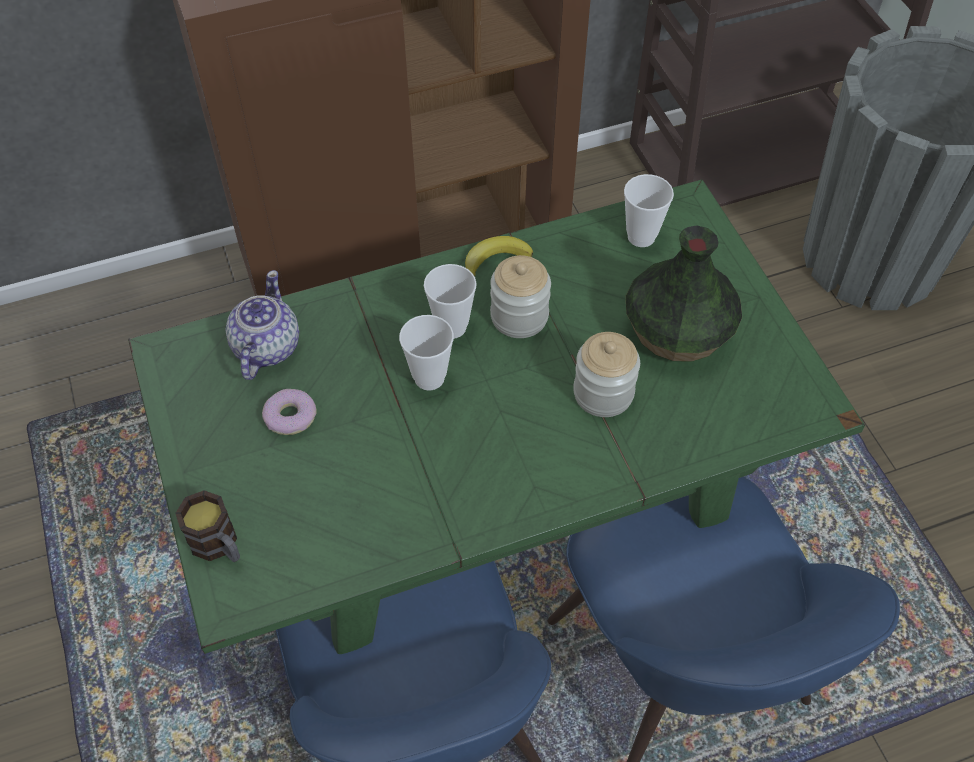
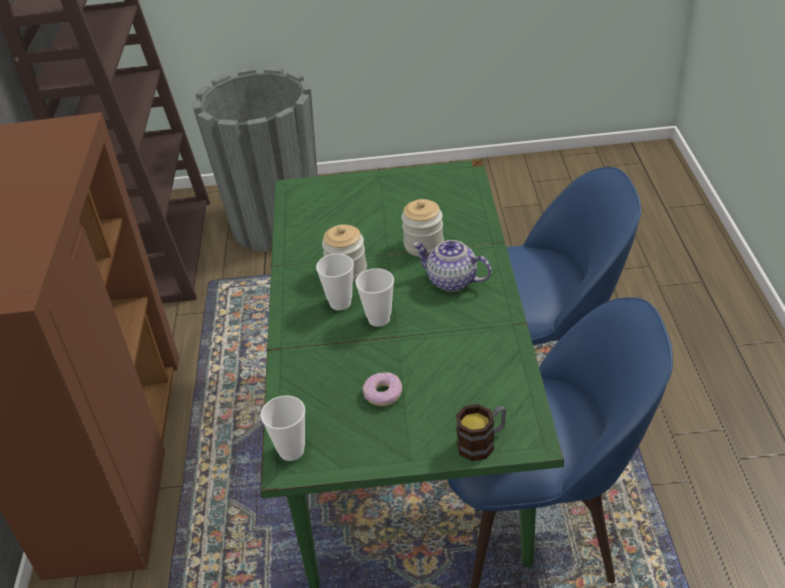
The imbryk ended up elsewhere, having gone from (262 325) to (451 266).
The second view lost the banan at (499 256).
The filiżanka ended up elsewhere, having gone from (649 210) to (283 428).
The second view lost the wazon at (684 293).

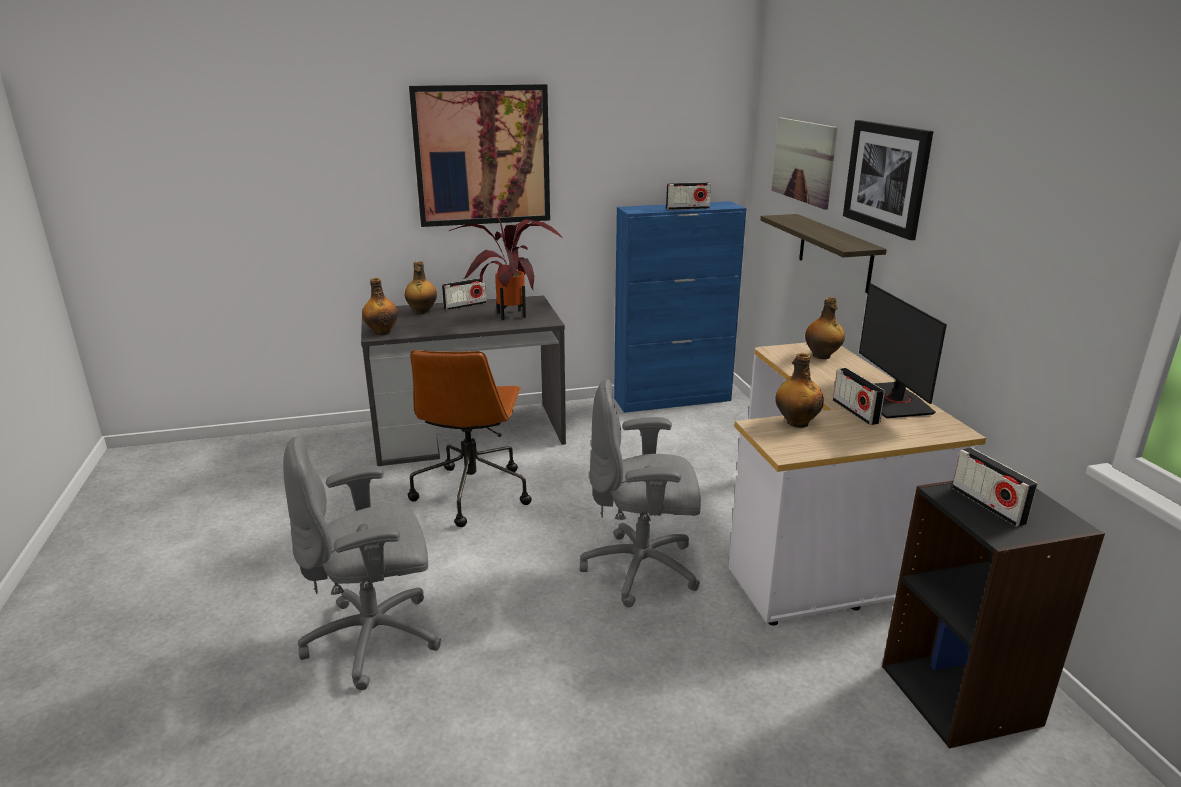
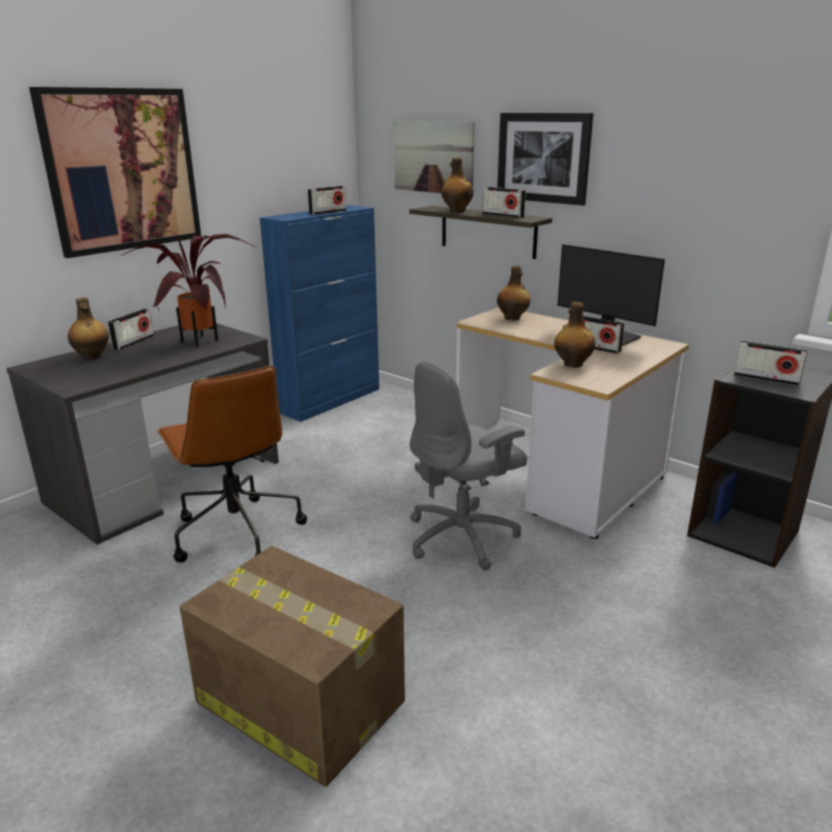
Where the krzesło biurowe/szary stood at (362 563), the karton came to stand at (292 666).
The butelka ended up elsewhere, having gone from (380 306) to (457 184).
The second view gained the radio at (504 202).

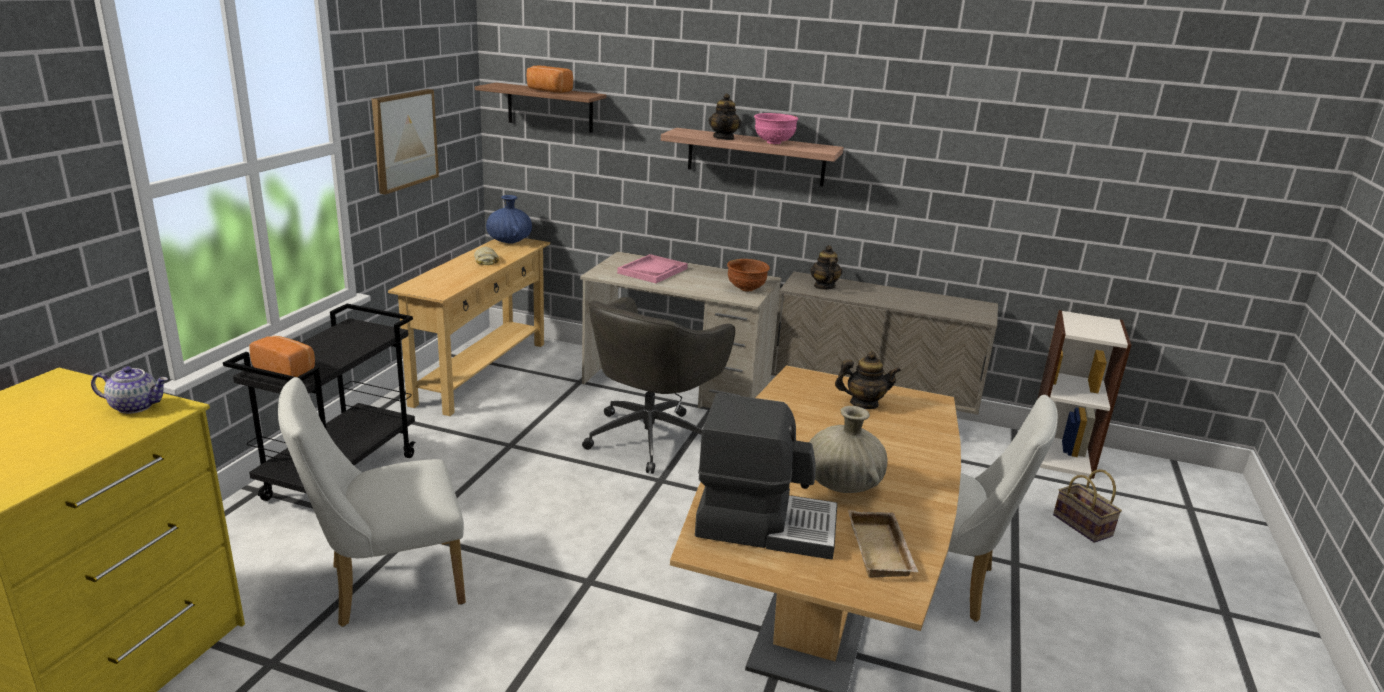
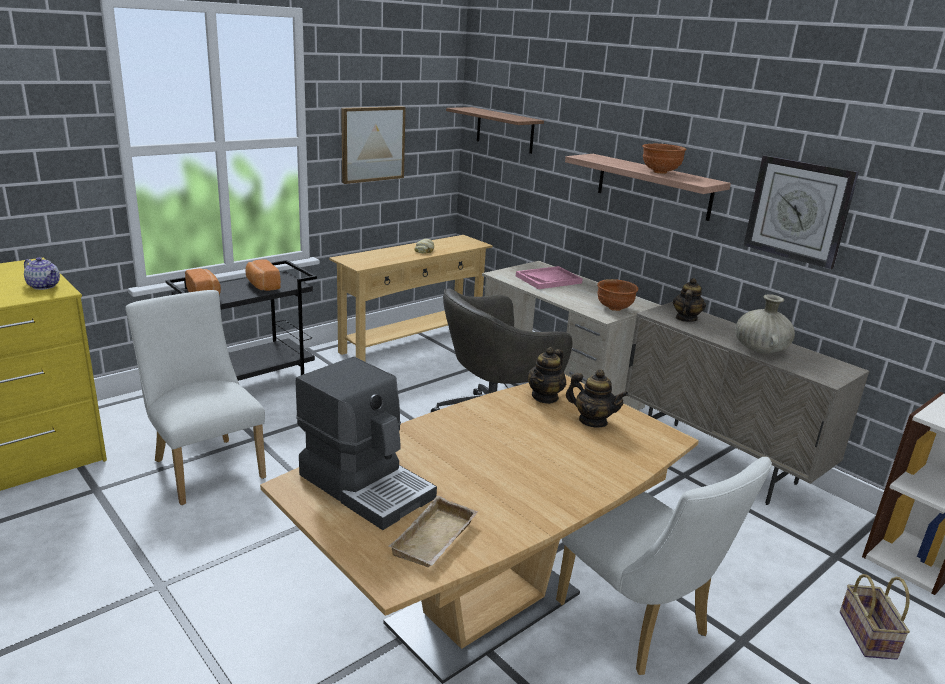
The krzesło/biały at (372 502) ended up facing another way, 45 degrees clockwise from before.
The second view lost the wazon/niebieski at (509 219).
The chleb ended up elsewhere, having gone from (550 79) to (263 275).
The imbryk ended up elsewhere, having gone from (725 116) to (547 375).
What was the miska/różowy at (776 128) turned into the miska/brązowy at (664 159).
The wazon/beżowy ended up elsewhere, having gone from (848 449) to (765 324).
The second view gained the zegar ścienny at (801 212).

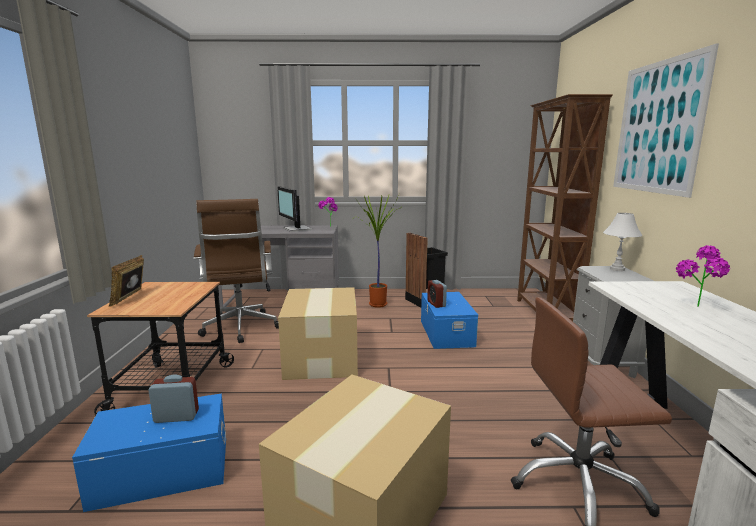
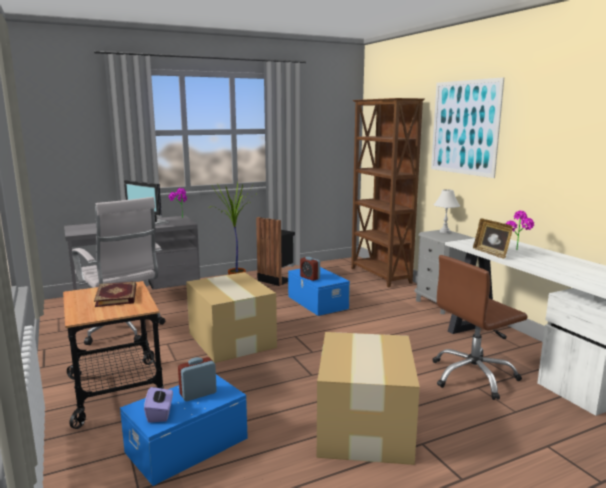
The ramka na zdjęcie ended up elsewhere, having gone from (126 281) to (493 239).
What was the krzesło biurowe/brązowy at (236 271) turned into the krzesło biurowe/biały at (118 271).
The second view gained the książka at (115 294).
The second view gained the pudełko chusteczek/fioletowy at (158 403).

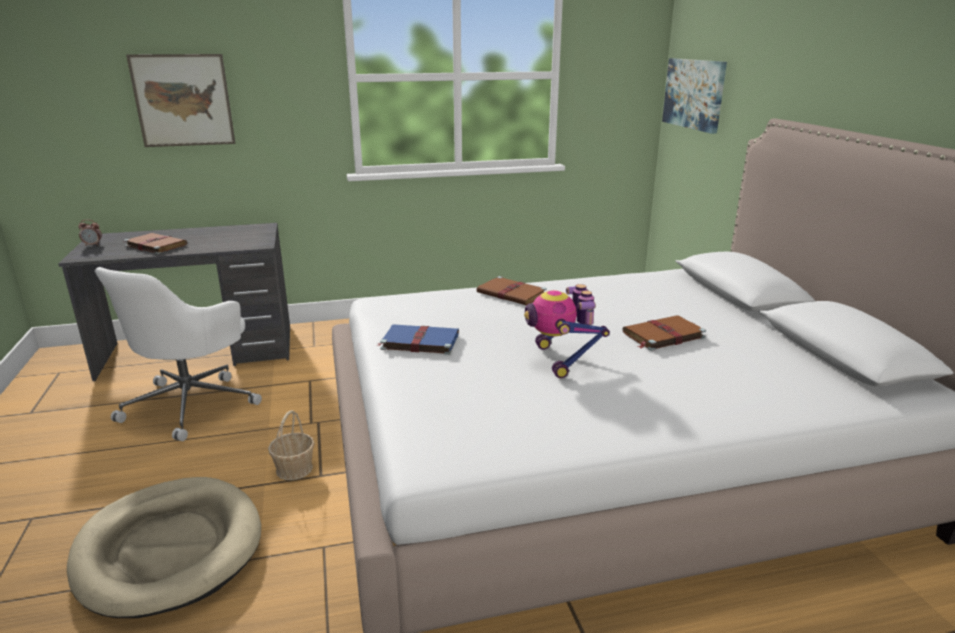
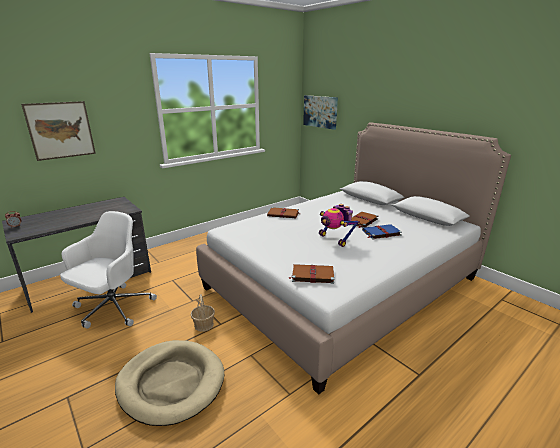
The krzesło biurowe/biały at (178 354) ended up facing another way, 150 degrees counterclockwise from before.
The książka/brązowy ended up elsewhere, having gone from (155 243) to (311 274).
The książka/niebieski ended up elsewhere, having gone from (418 339) to (382 231).

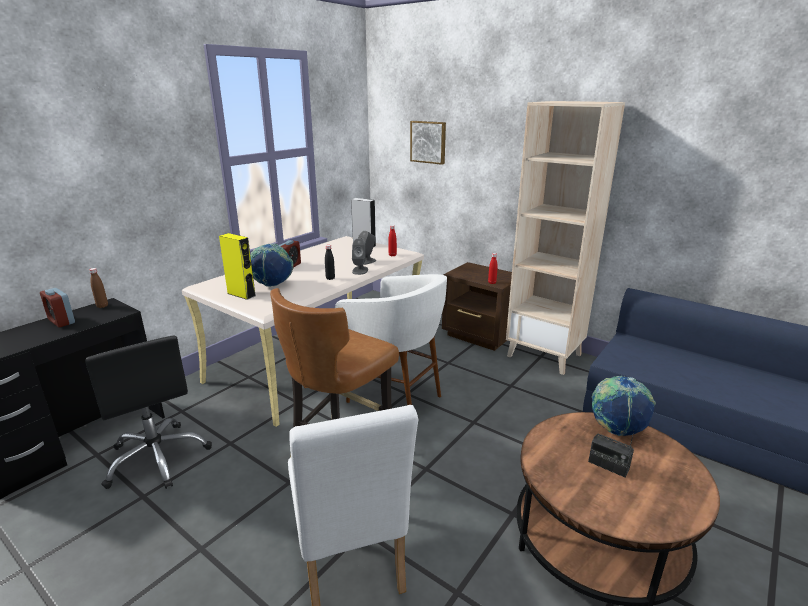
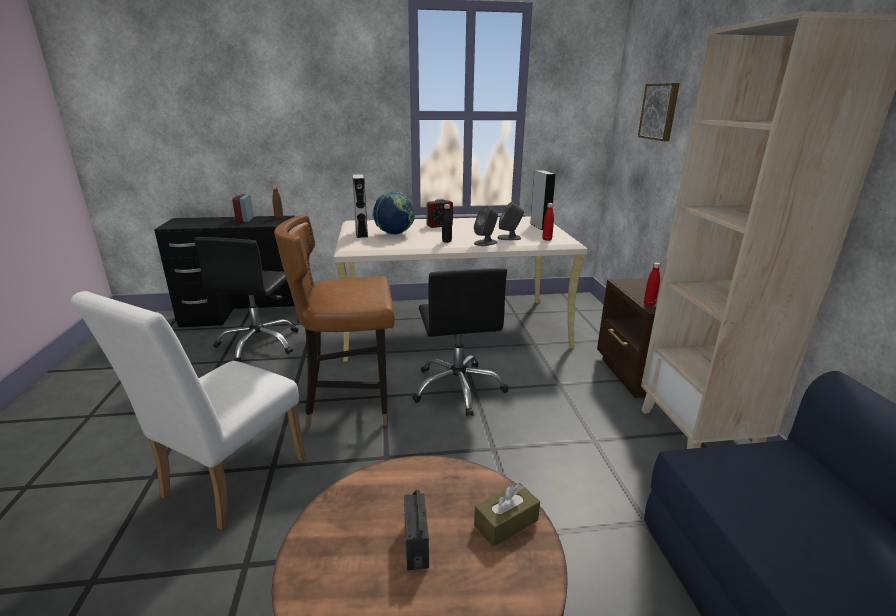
What was the głośnik/żółty at (237 266) turned into the głośnik/szary at (360 206).
Where the stołek/biały stood at (391 339), the krzesło biurowe/czarny came to stand at (460 342).
Where the globus stood at (624 406), the pudełko chusteczek/brązowy came to stand at (507 515).

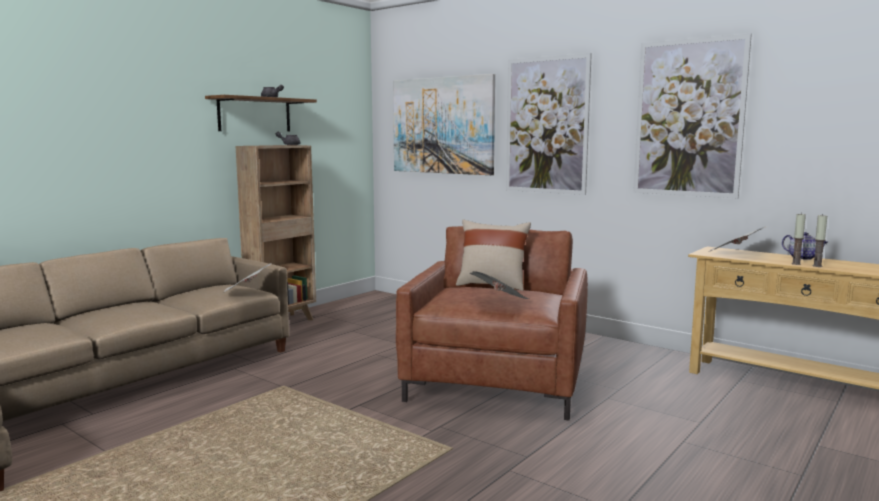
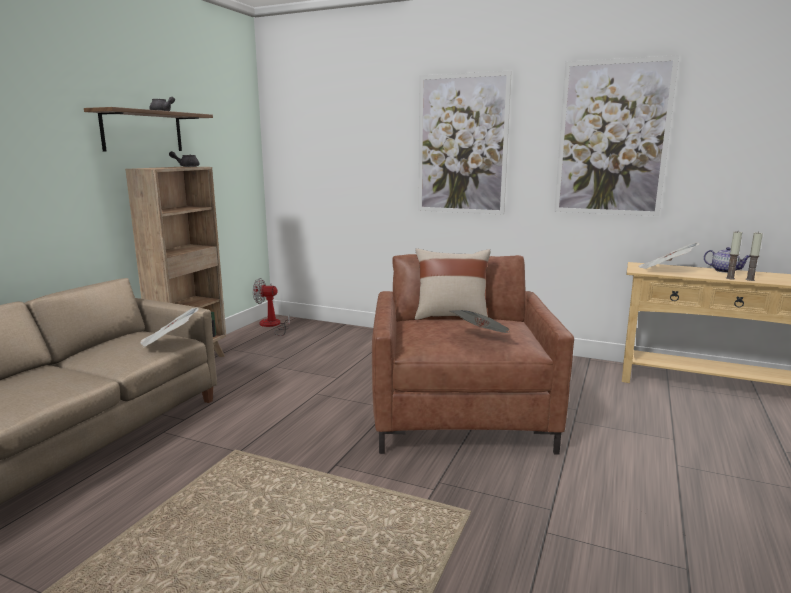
The second view lost the obraz at (444 124).
The second view gained the wentylator at (271 307).

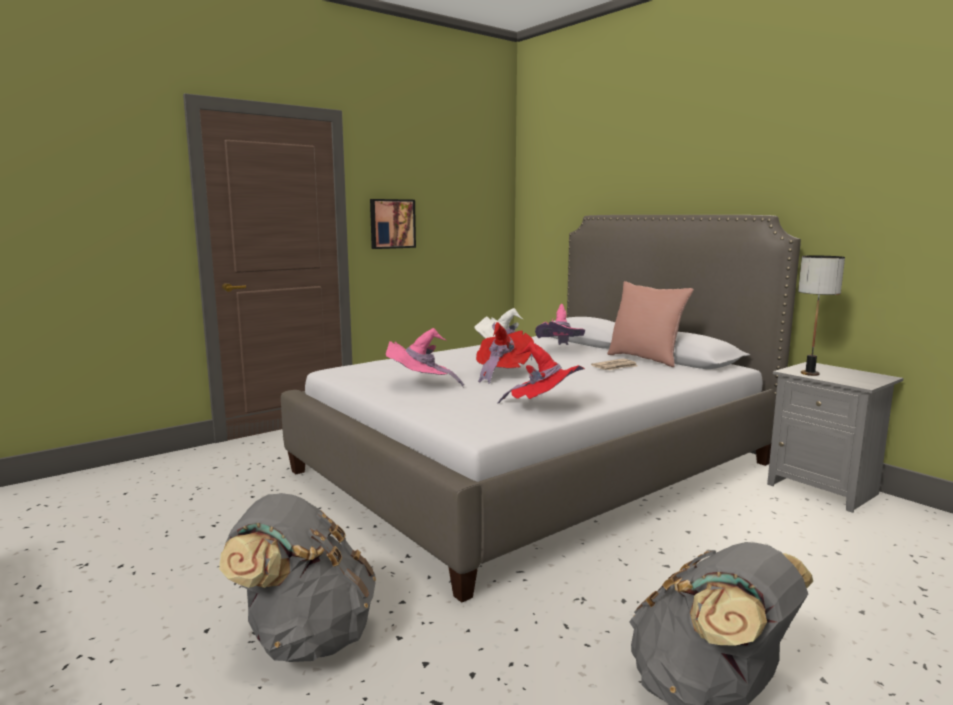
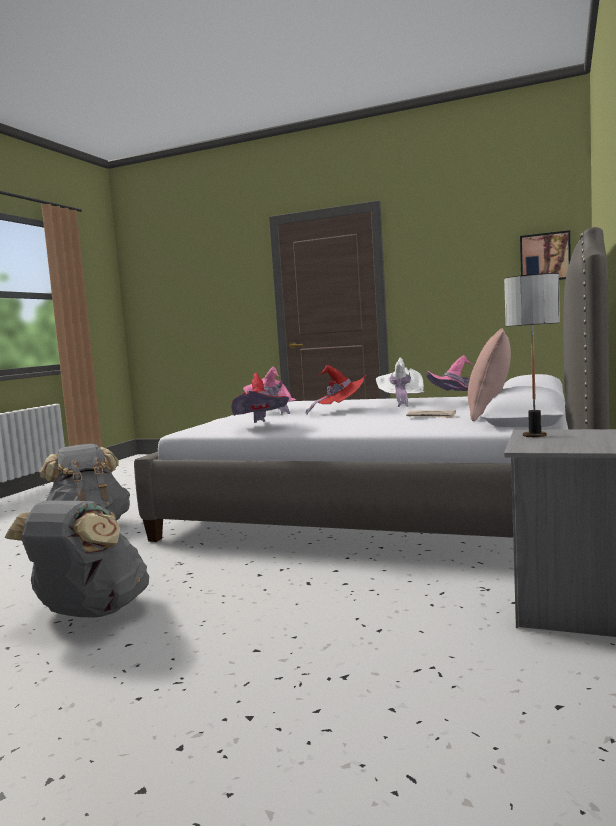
The obraz ended up elsewhere, having gone from (393 224) to (545 255).

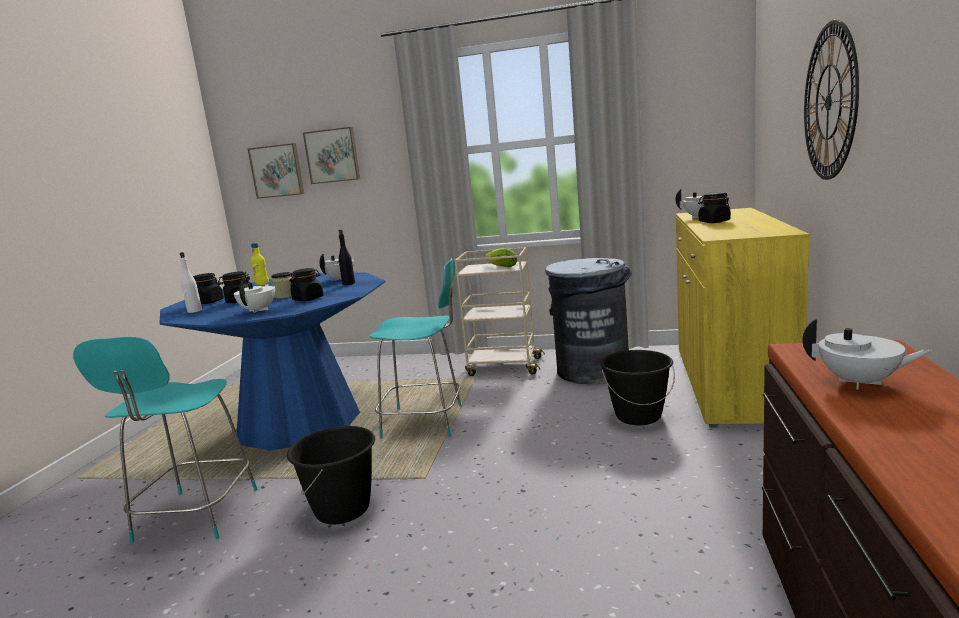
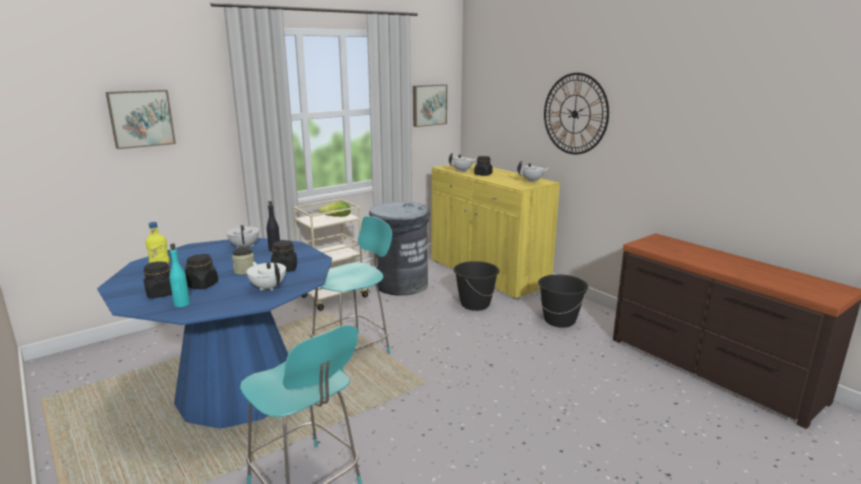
What was the butelka/biały at (191 282) turned into the butelka/turkusowy at (180 275).
The obraz ended up elsewhere, having gone from (276 171) to (430 105).
The wiadro/czarny ended up elsewhere, having gone from (331 475) to (562 301).
The imbryk/biały ended up elsewhere, having gone from (867 354) to (533 171).

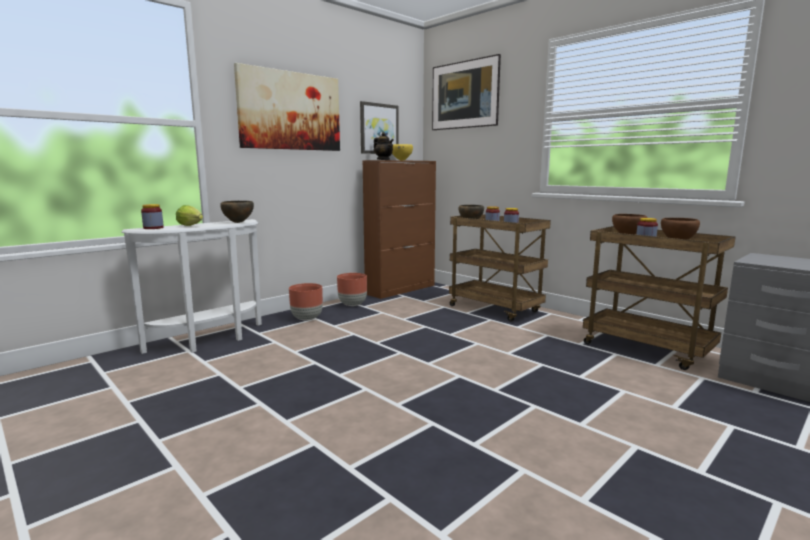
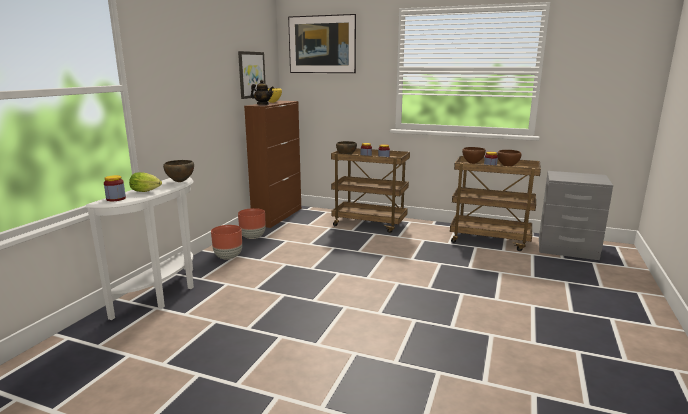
The second view lost the obraz at (287 107).

